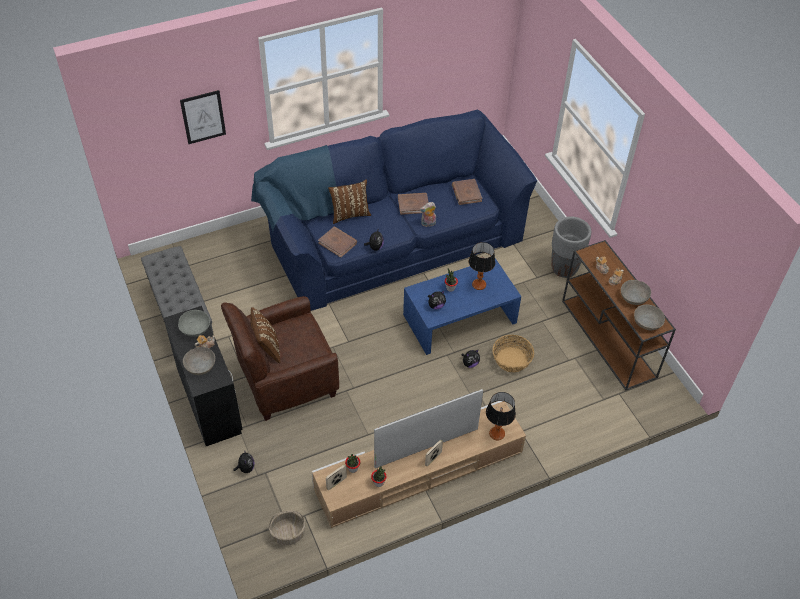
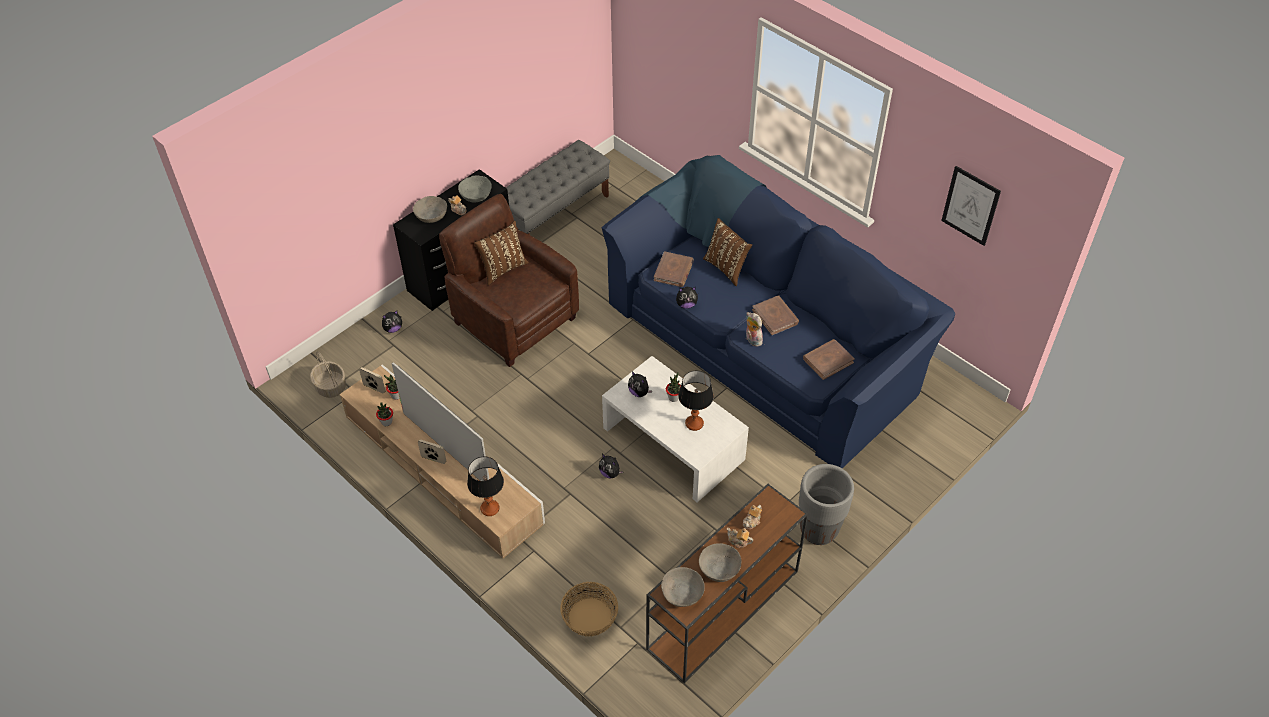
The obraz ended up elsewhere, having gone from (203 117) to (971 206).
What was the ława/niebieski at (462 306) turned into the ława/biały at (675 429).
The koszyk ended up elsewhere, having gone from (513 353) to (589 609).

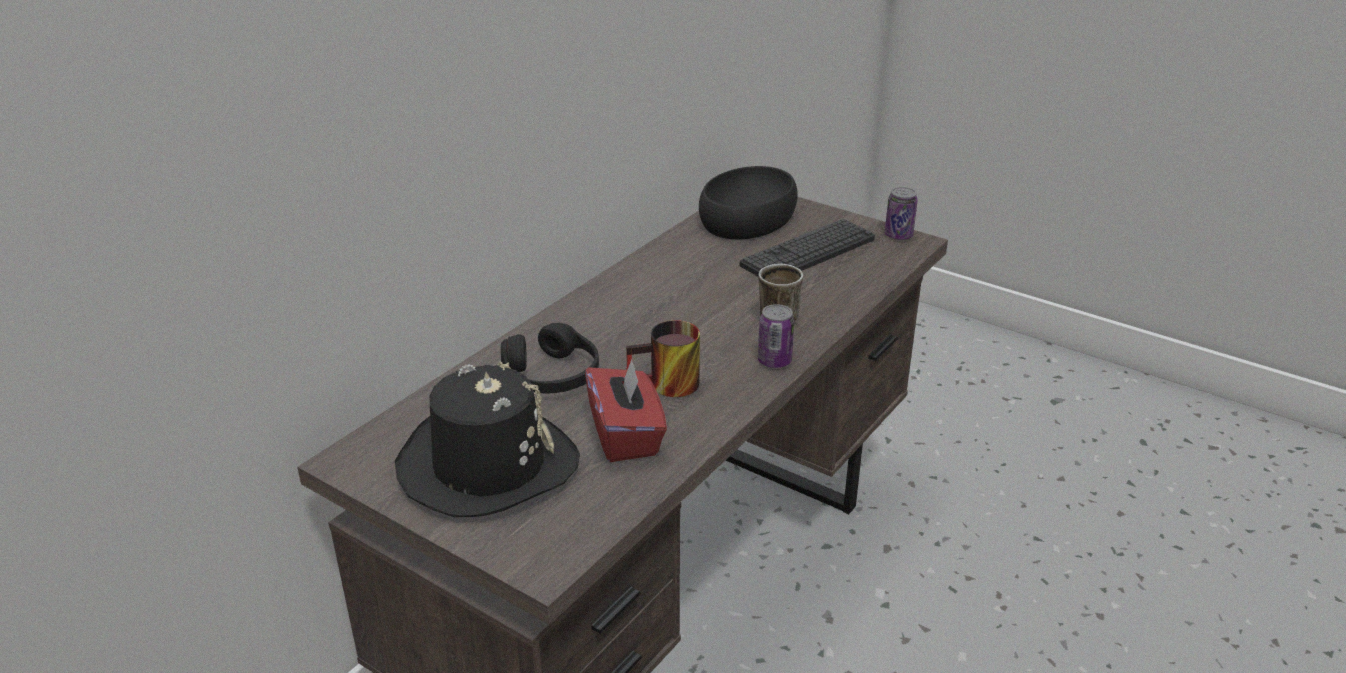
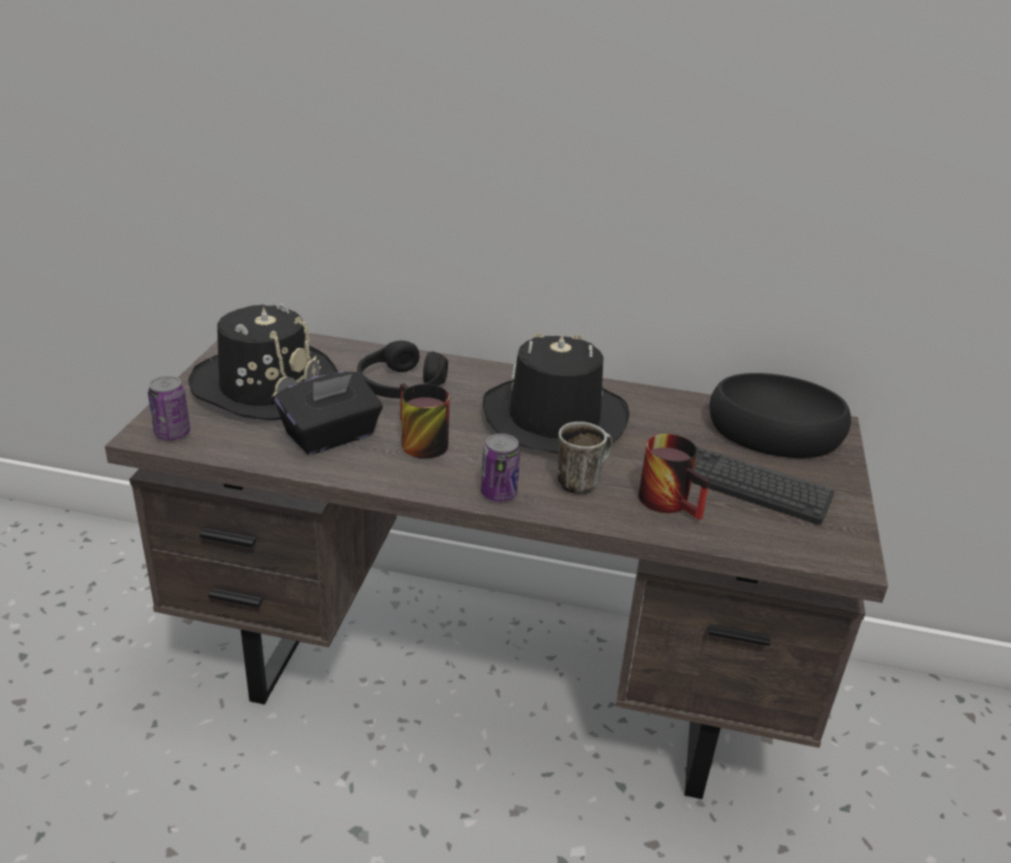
What was the pudełko chusteczek/czerwony at (626 409) turned into the pudełko chusteczek/czarny at (329 413).
The puszka ended up elsewhere, having gone from (901 213) to (169 408).
The second view gained the kapelusz/czarny at (556 393).
The second view gained the kubek at (674 477).

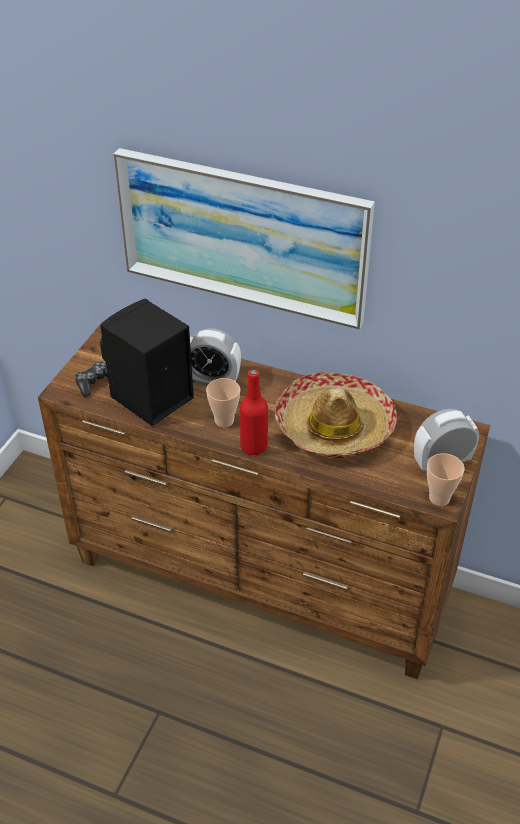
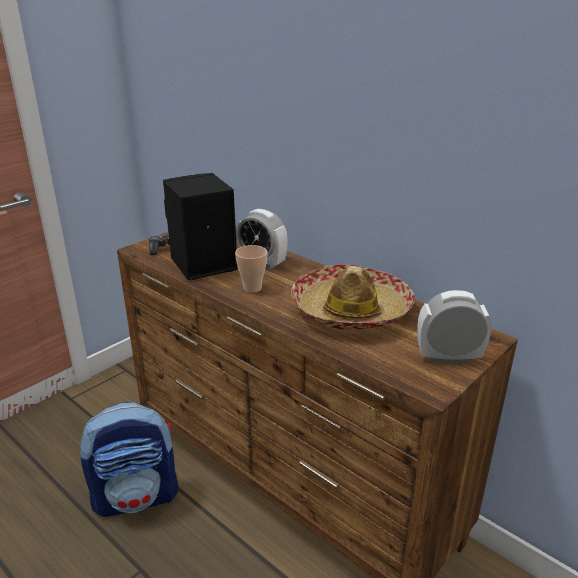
The second view lost the obraz at (244 238).
The second view lost the butelka/czerwony at (254 412).
The second view lost the filiżanka at (445 479).
The second view gained the plecak at (129 459).

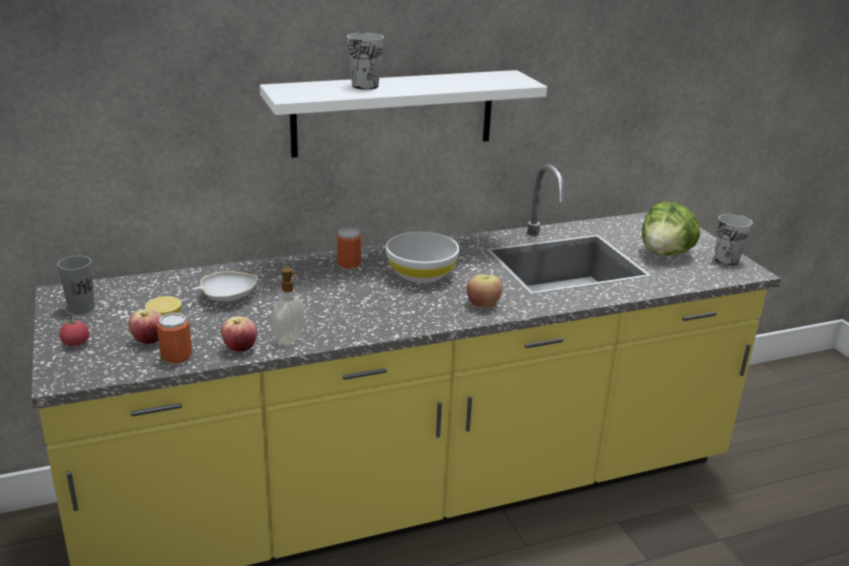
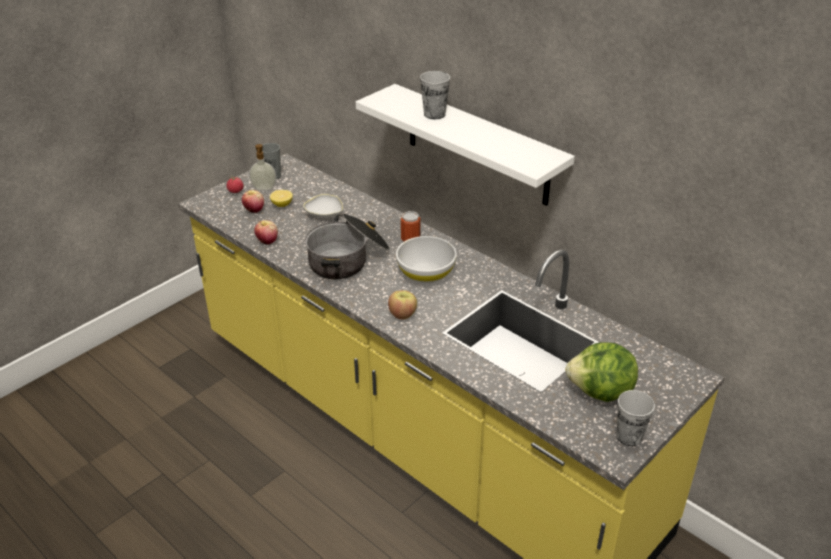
The second view lost the puszka at (174 339).
The dozownik mydła ended up elsewhere, having gone from (288 306) to (262 167).
The second view gained the garnek at (347 246).

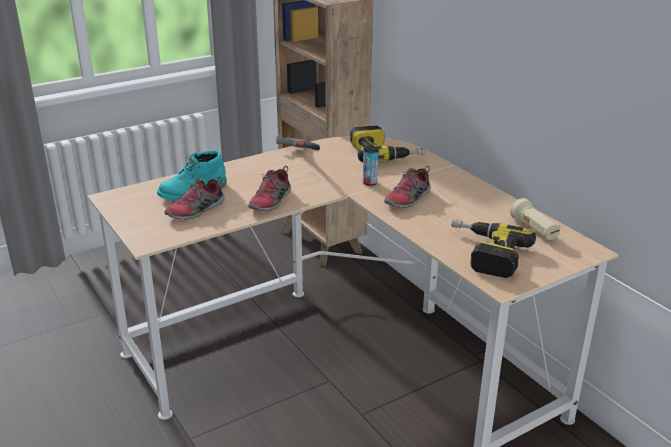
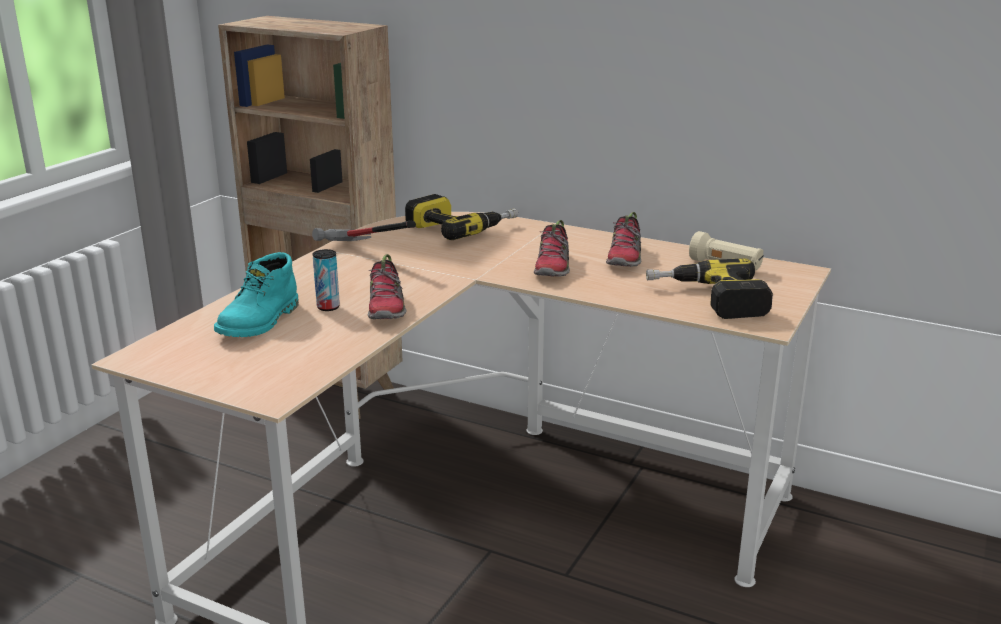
The but ended up elsewhere, having gone from (194 198) to (623 239).
The puszka ended up elsewhere, having gone from (371 166) to (326 280).

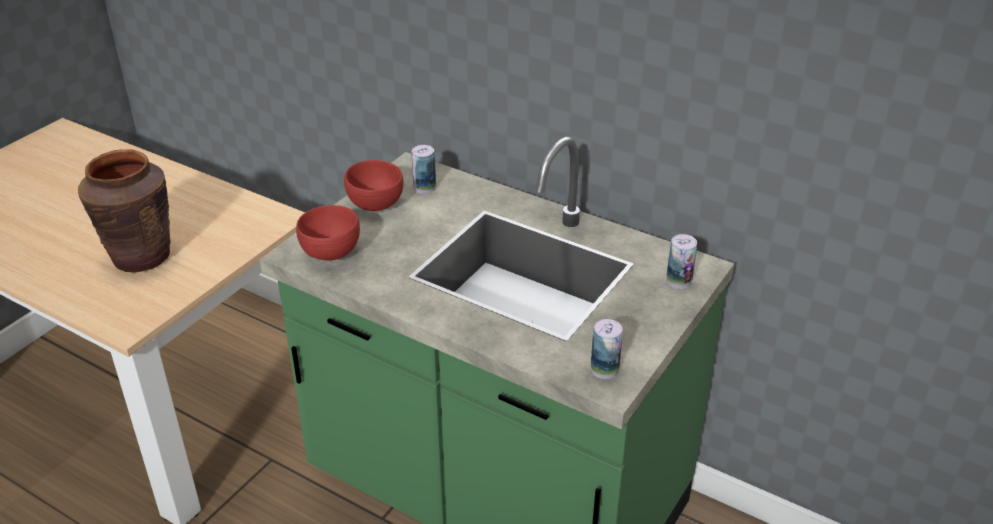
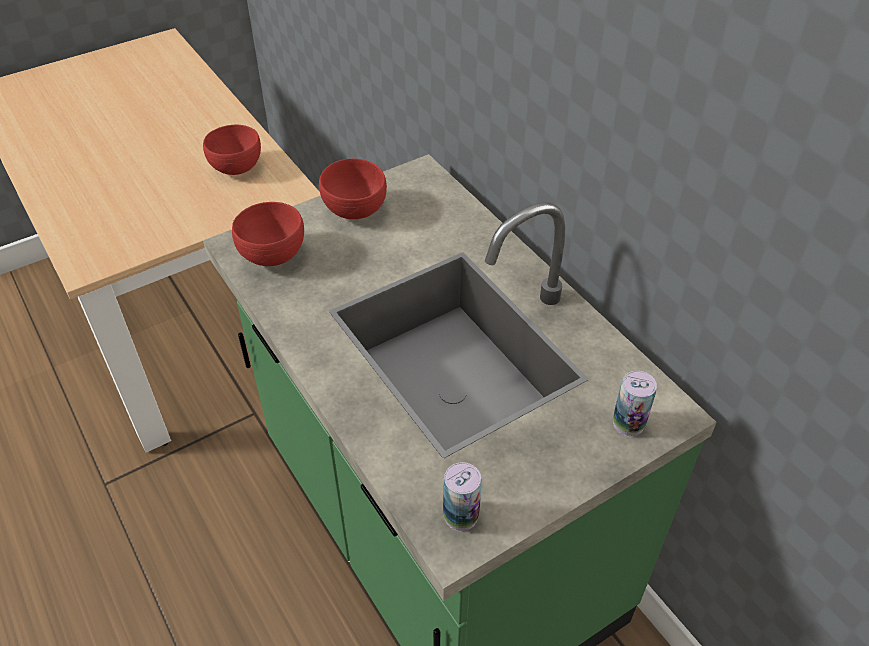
The second view lost the wazon/brązowy at (124 210).
The second view lost the puszka at (424 169).
The second view gained the miska/czerwony at (232 150).

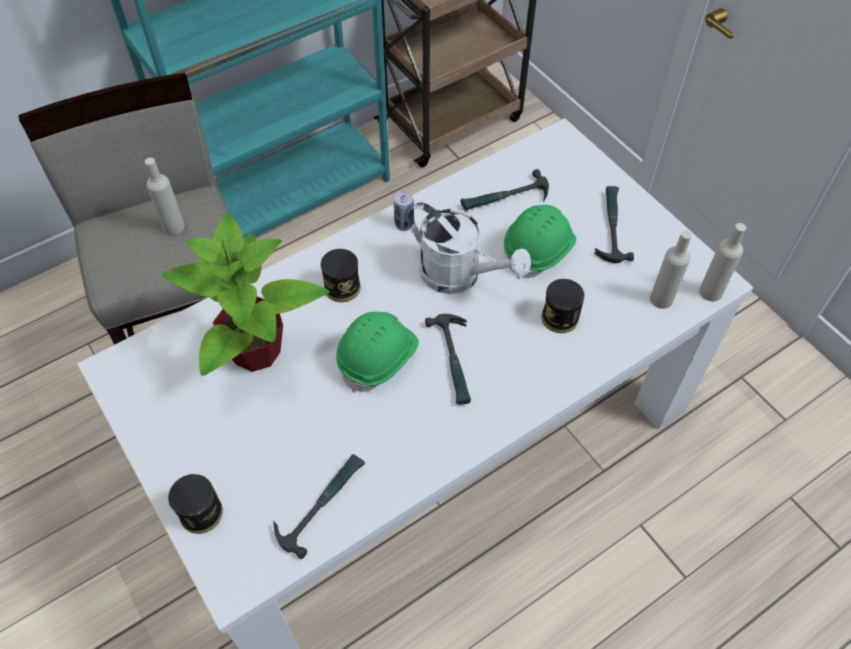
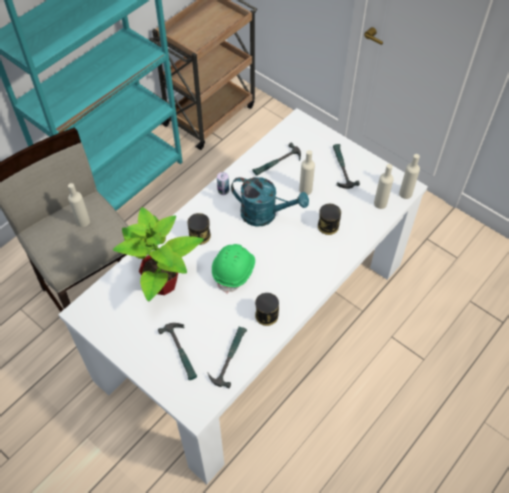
The puszka ended up elsewhere, having gone from (195 504) to (267 309).
What was the konewka/biały at (469 248) turned into the konewka/turkusowy at (270 201).
The młotek ended up elsewhere, having gone from (448 359) to (177 351).
Where the kask/zielony stood at (540 242), the butelka/beżowy came to stand at (307 172).

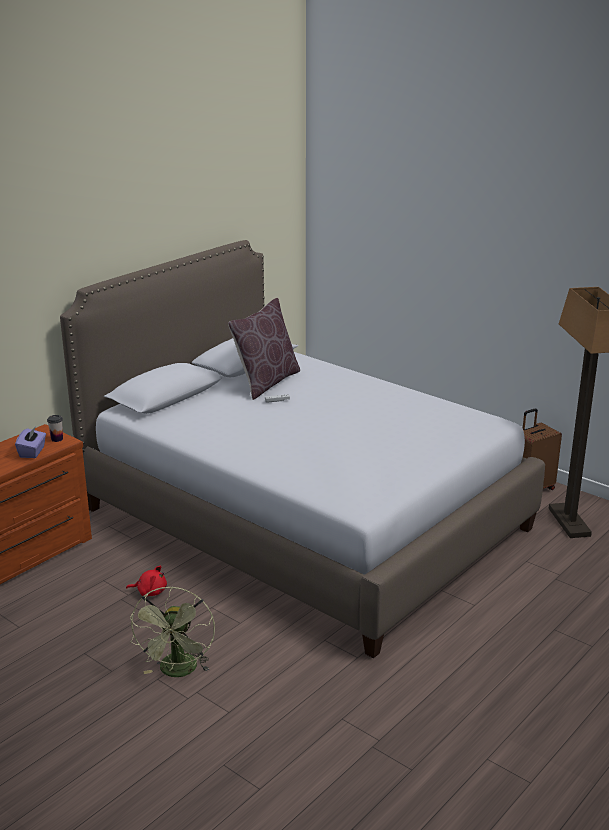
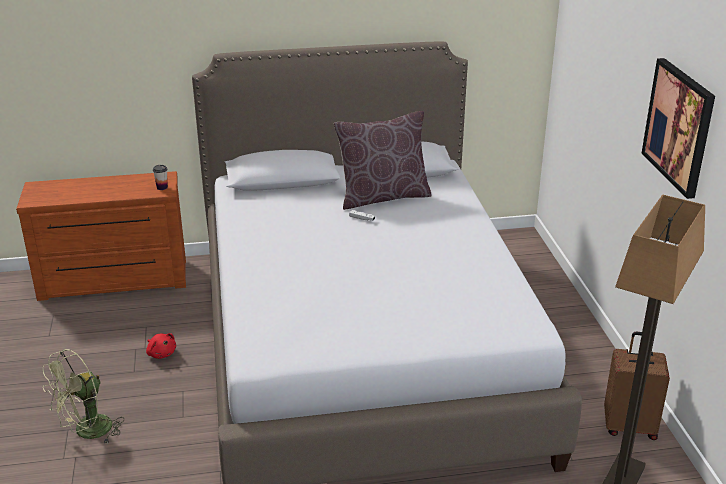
The second view lost the pudełko chusteczek/fioletowy at (30 442).
The second view gained the obraz at (678 128).

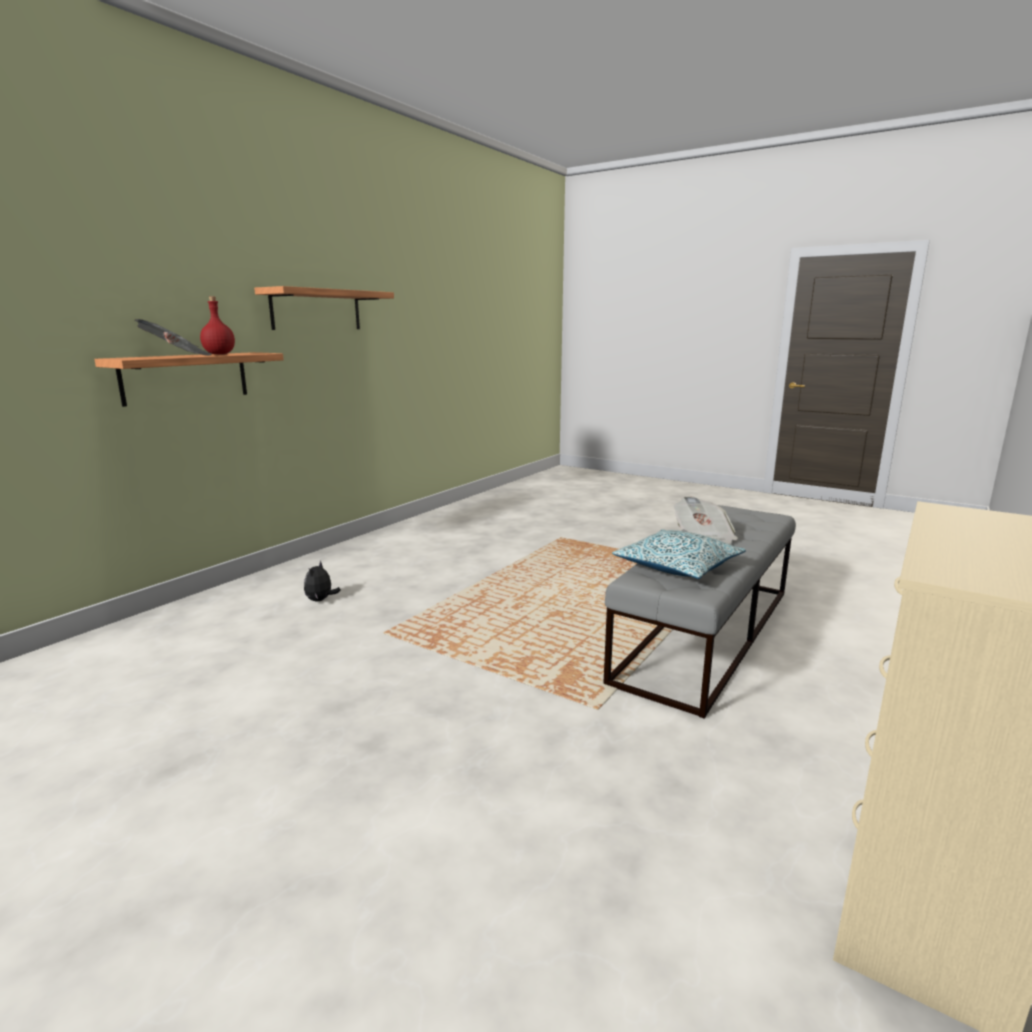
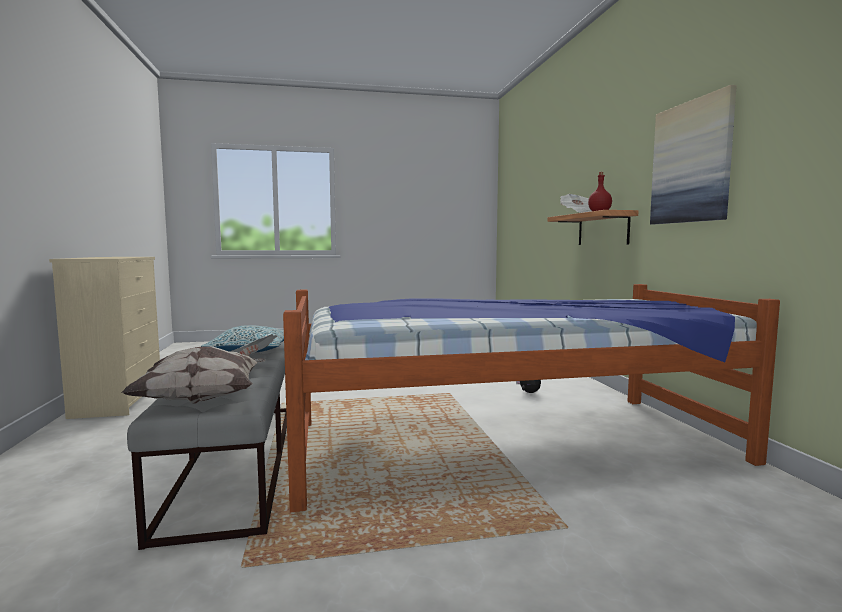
Where the półka hung at (324 308), the obraz came to hang at (693 154).
The second view gained the poduszka at (193 375).
The second view gained the łóżko at (531 398).

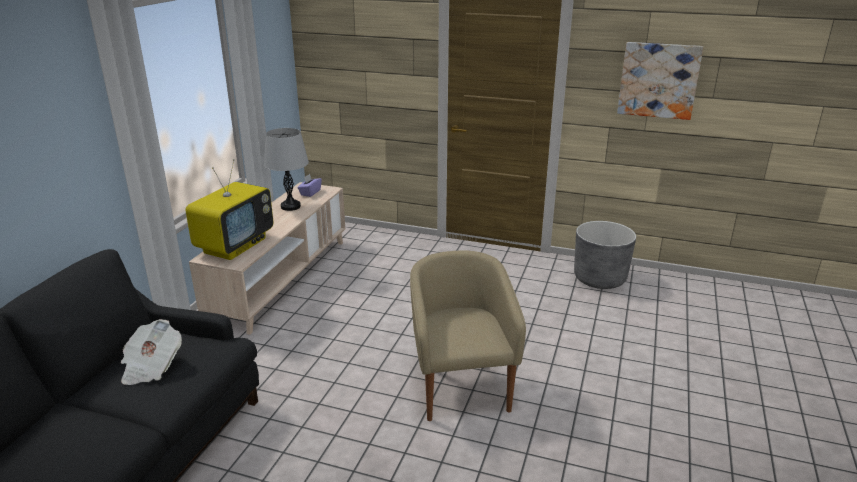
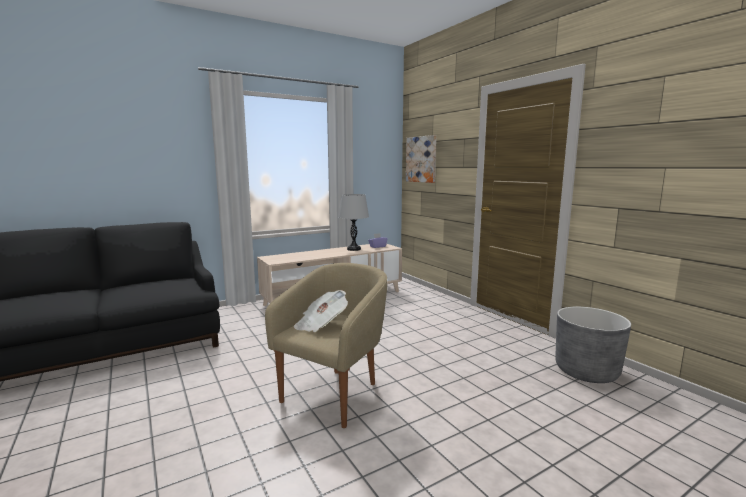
The gazeta ended up elsewhere, having gone from (151 352) to (321 311).
The second view lost the telewizor at (229 209).
The obraz ended up elsewhere, having gone from (660 81) to (421 159).

